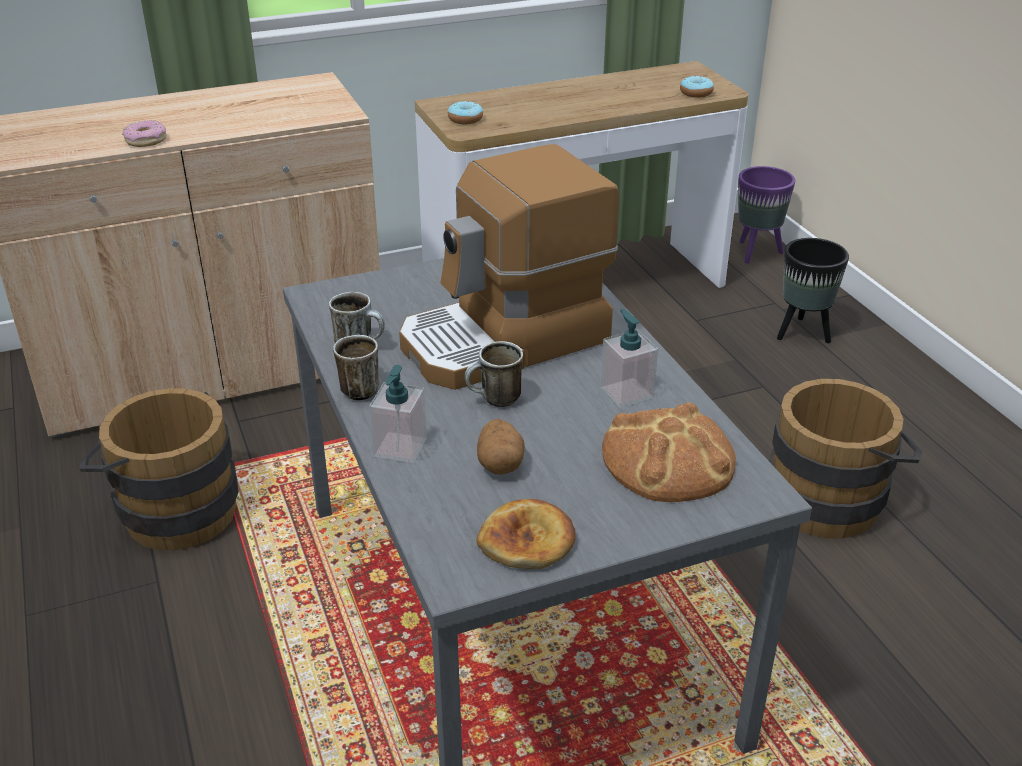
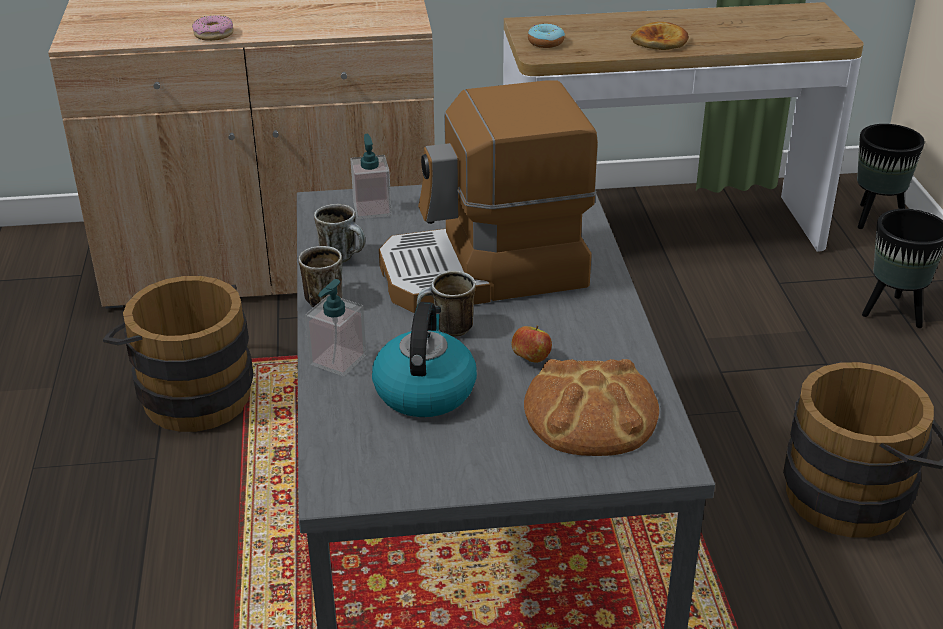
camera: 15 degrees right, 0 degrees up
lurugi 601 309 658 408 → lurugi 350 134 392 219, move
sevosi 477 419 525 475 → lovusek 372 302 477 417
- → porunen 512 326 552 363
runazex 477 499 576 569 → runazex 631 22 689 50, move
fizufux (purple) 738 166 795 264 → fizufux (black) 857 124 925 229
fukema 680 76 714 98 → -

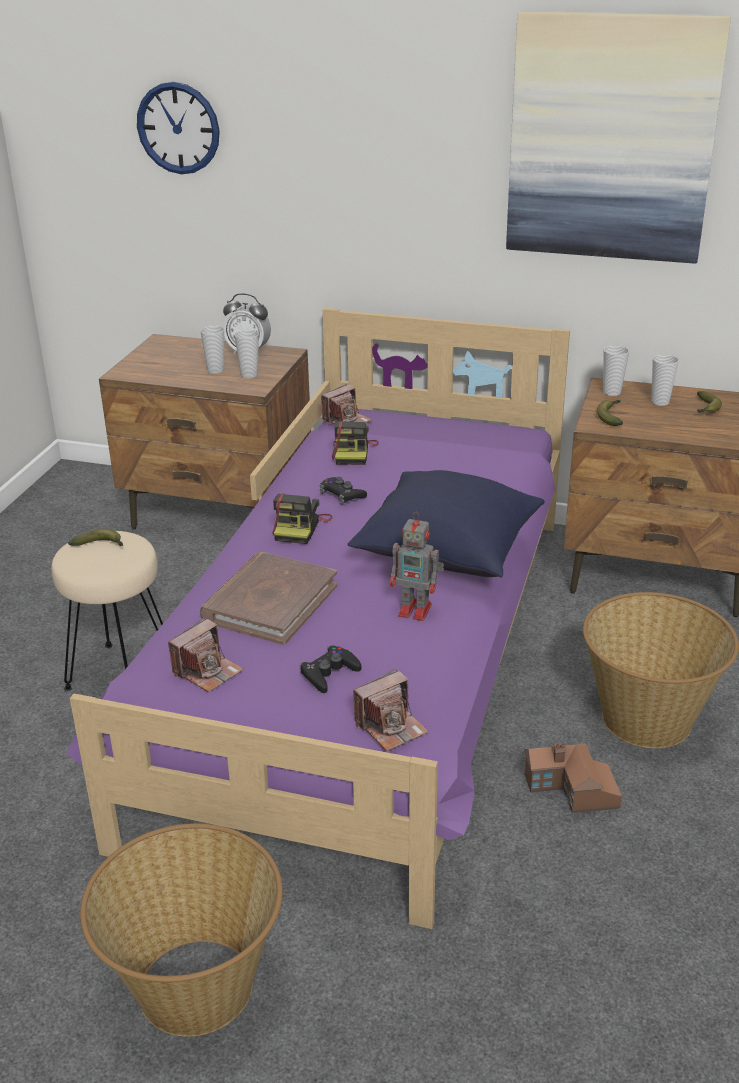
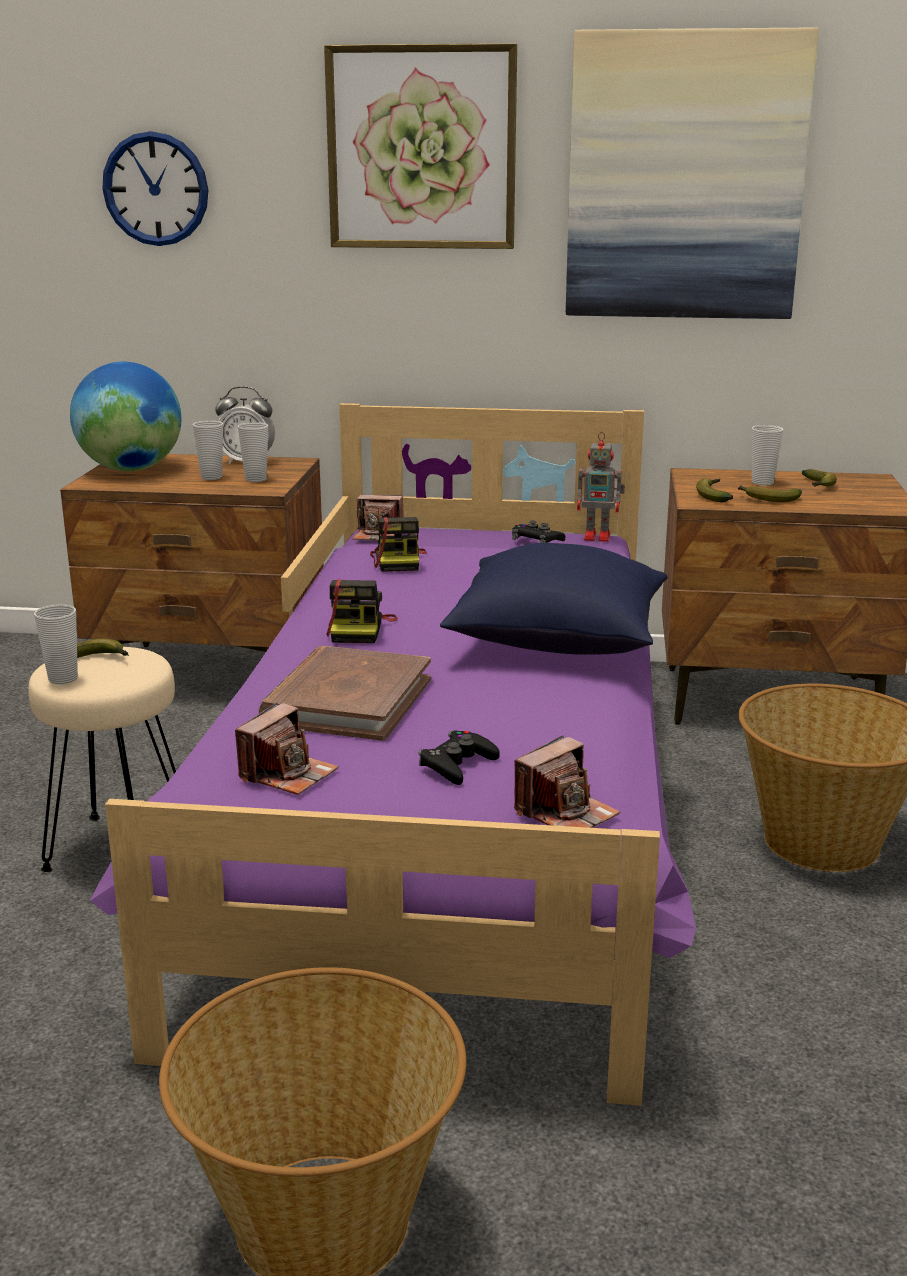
camera: 10 degrees left, 10 degrees down
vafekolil 603 345 629 396 → vafekolil 34 604 78 684, move
- → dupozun 70 362 181 471
- → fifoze 324 43 517 249
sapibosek 321 384 372 425 → sapibosek 353 495 404 541, 60 degrees clockwise
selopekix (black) 319 477 367 505 → selopekix (black) 512 520 565 543, move
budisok 390 512 444 621 → budisok 577 432 625 542, move
- → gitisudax 738 485 802 502
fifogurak 524 743 622 813 → -

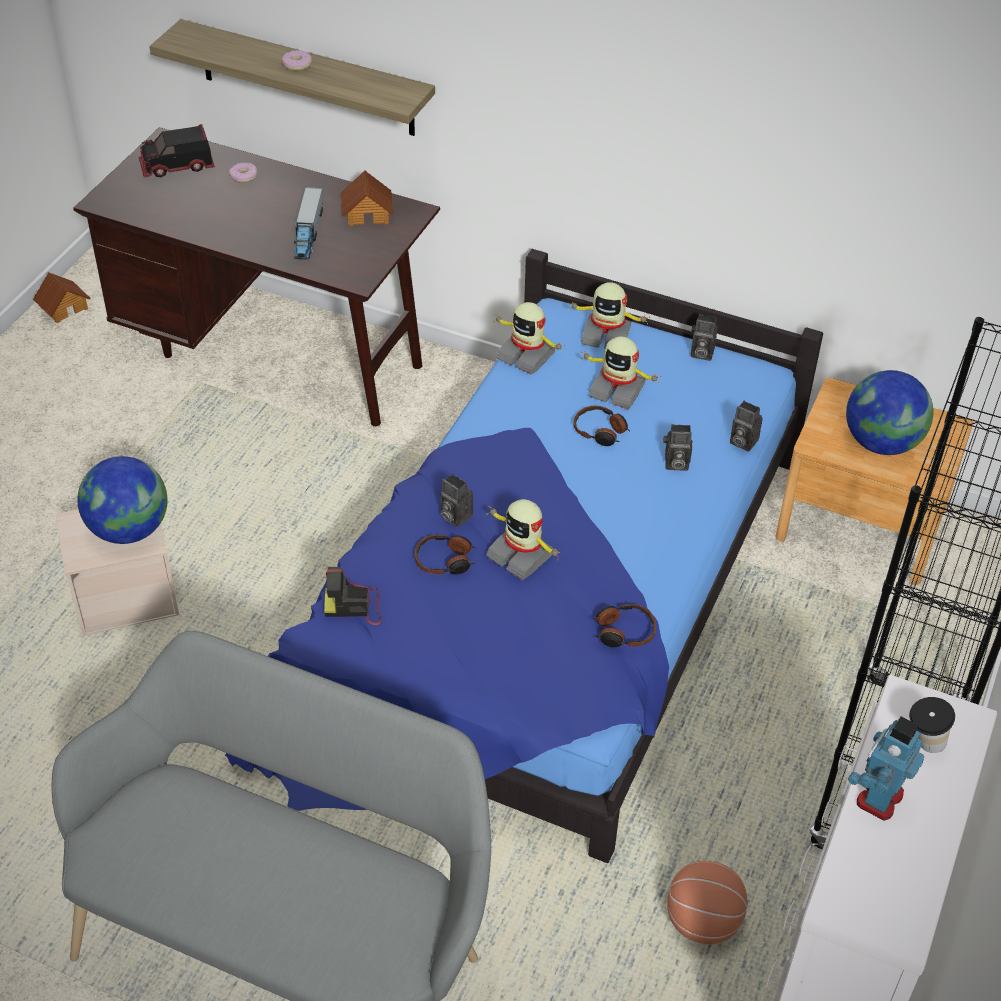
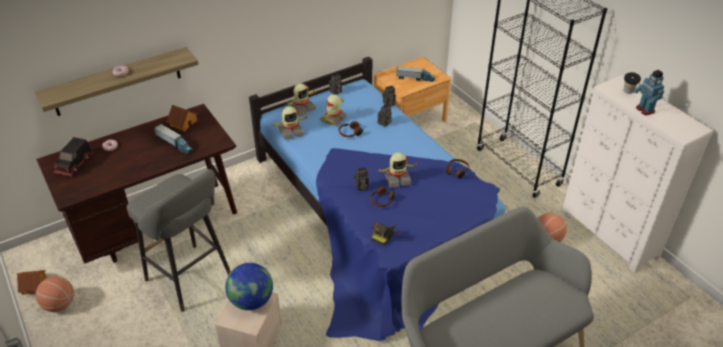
camera: 55 degrees left, 5 degrees down
- → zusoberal 35 276 74 312
- → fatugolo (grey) 127 169 231 312
budisok 580 336 661 409 → budisok 320 94 346 126, 150 degrees clockwise
dupozun 846 370 933 455 → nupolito 396 66 435 82

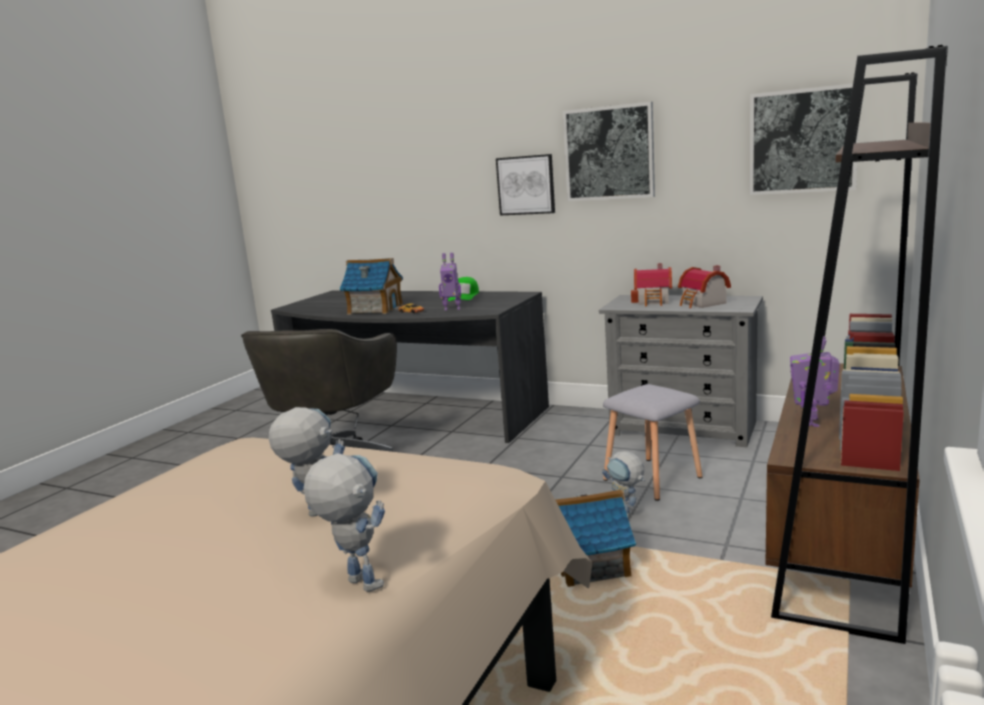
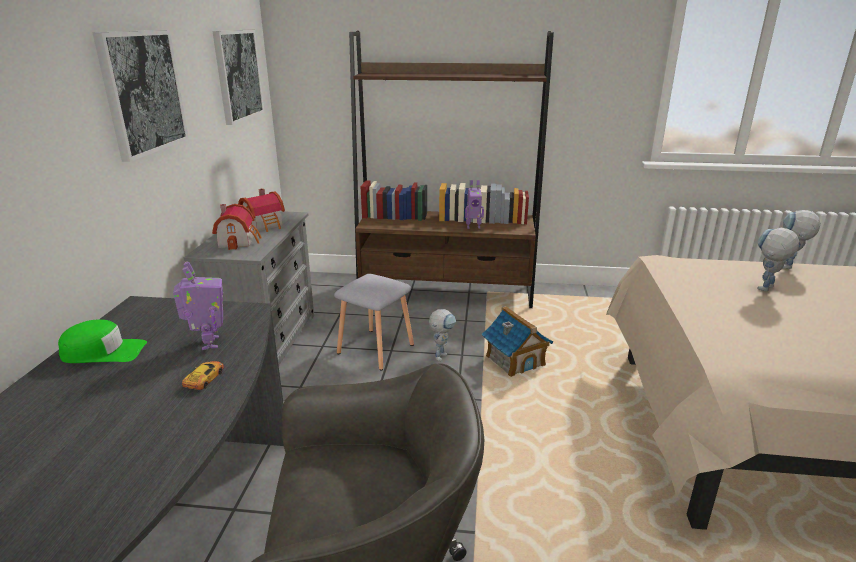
camera: 110 degrees left, 10 degrees up
budisok 269 407 345 517 → budisok 757 228 799 291, 45 degrees clockwise
fifogurak 340 258 403 314 → -
fifoze 496 154 555 215 → -

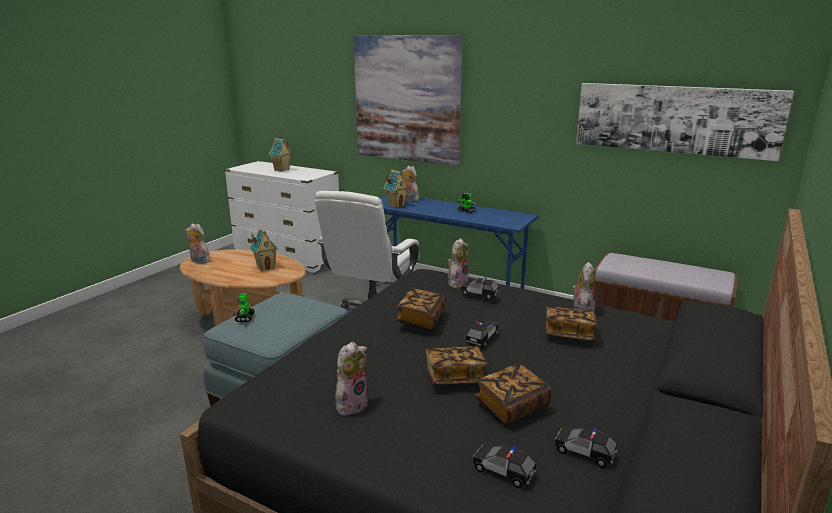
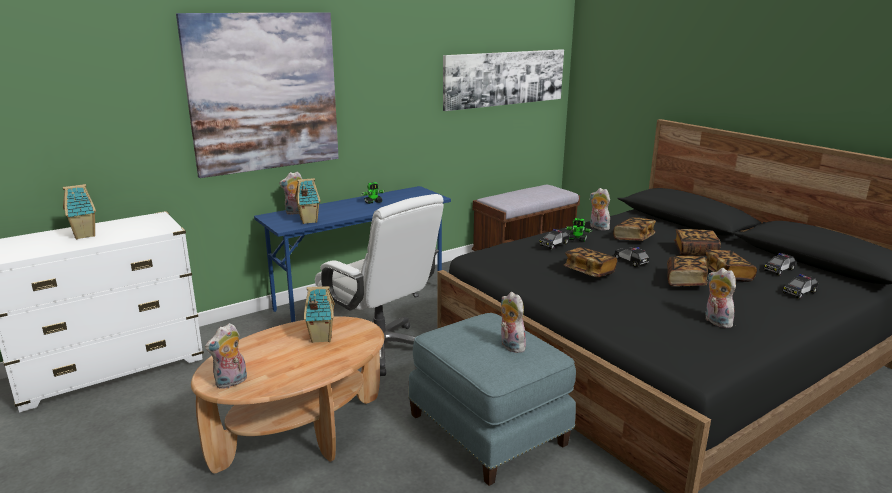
camera: 65 degrees left, 0 degrees up
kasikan 448 238 469 288 → kasikan 501 292 526 353, move
budisok 235 293 255 323 → budisok 565 218 592 242, move
- → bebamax 674 229 721 256

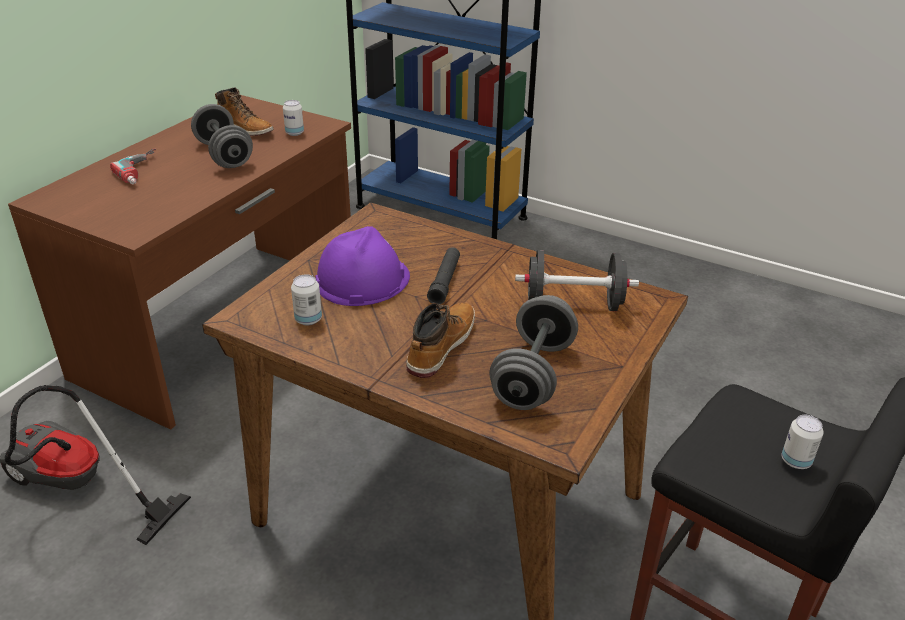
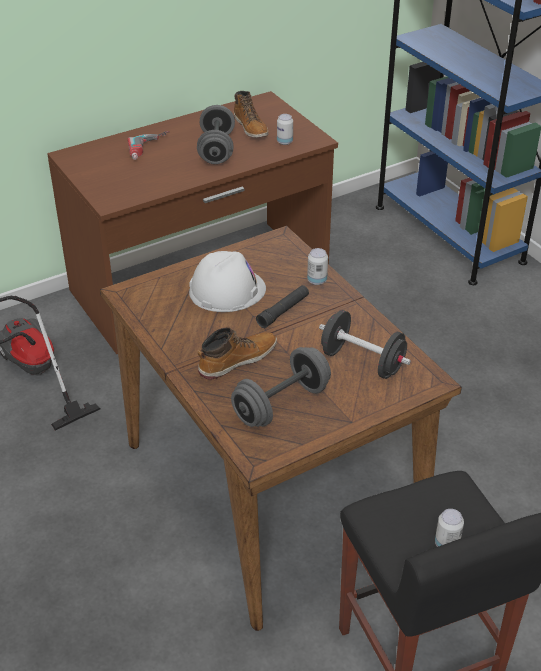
camera: 30 degrees right, 5 degrees up
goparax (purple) 315 226 410 306 → goparax (white) 189 251 266 312
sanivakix 291 274 322 326 → sanivakix 307 248 328 285, move

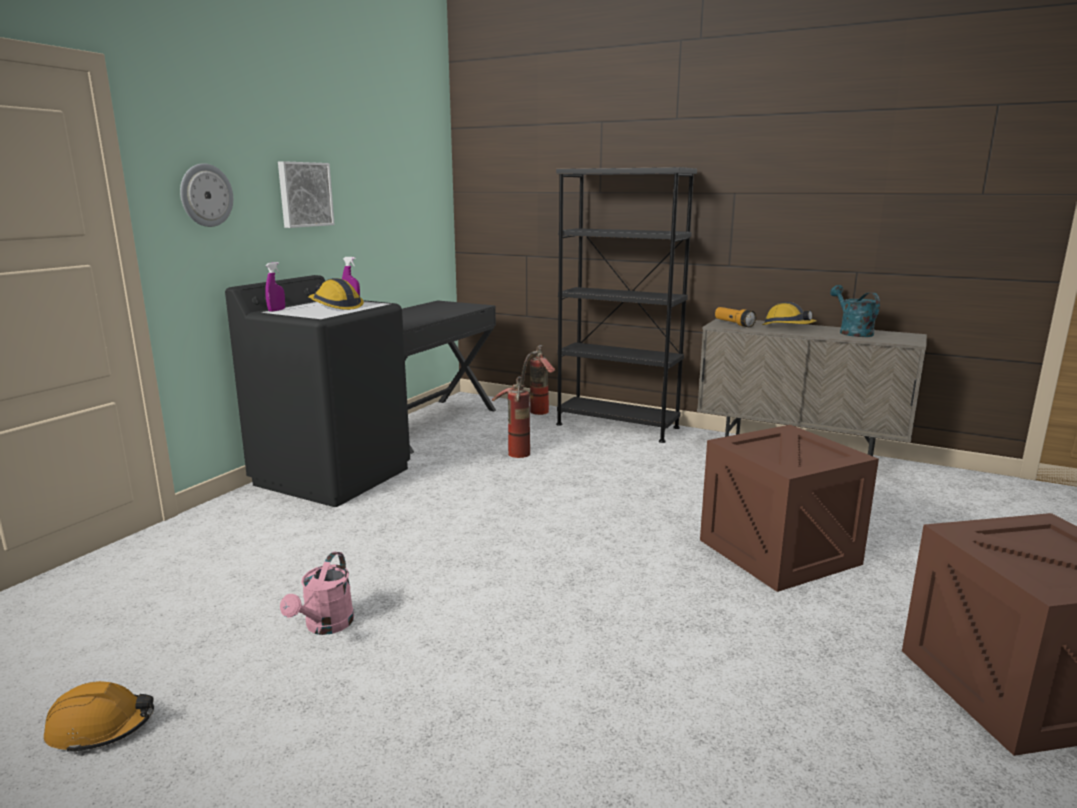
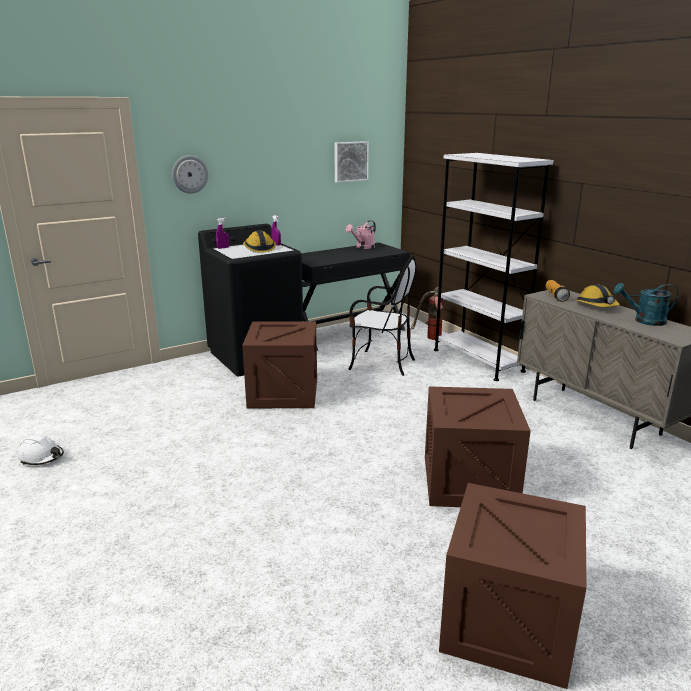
camera: 30 degrees right, 5 degrees up
goparax (orange) 44 681 154 754 → goparax (white) 17 435 64 465
- → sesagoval 242 322 317 408
fifoze 278 161 335 228 → fifoze 334 141 369 183, move
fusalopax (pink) 280 552 354 635 → fusalopax (pink) 346 220 376 249, move
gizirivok 492 376 530 458 → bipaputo 348 256 417 376
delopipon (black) 556 167 697 443 → delopipon (white) 434 153 553 381
fusalopax (turquoise) 830 285 880 337 → fusalopax (turquoise) 613 283 679 326, 105 degrees counterclockwise

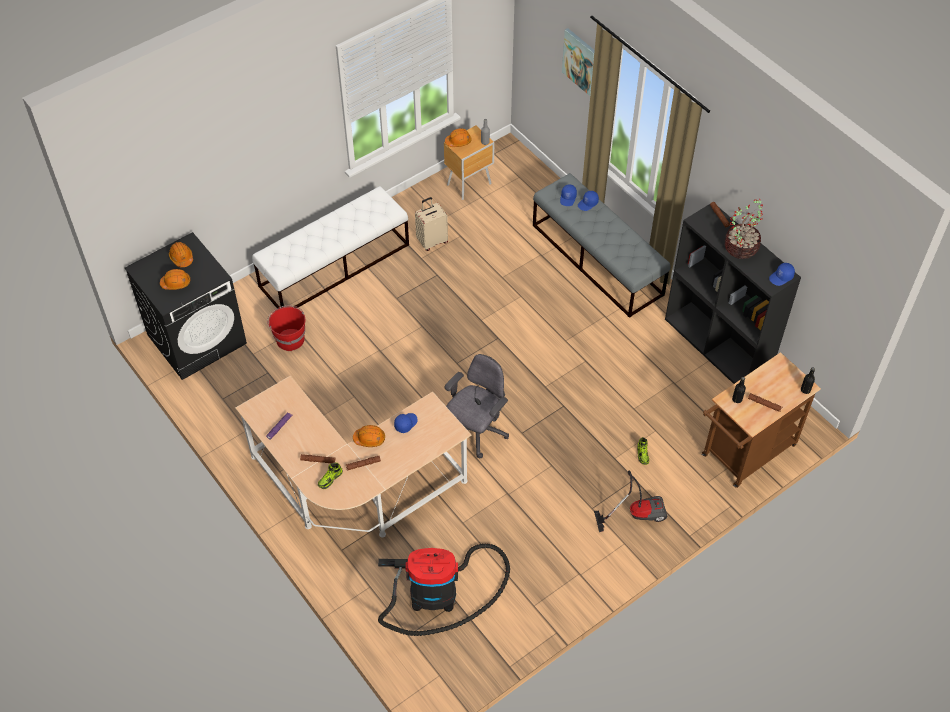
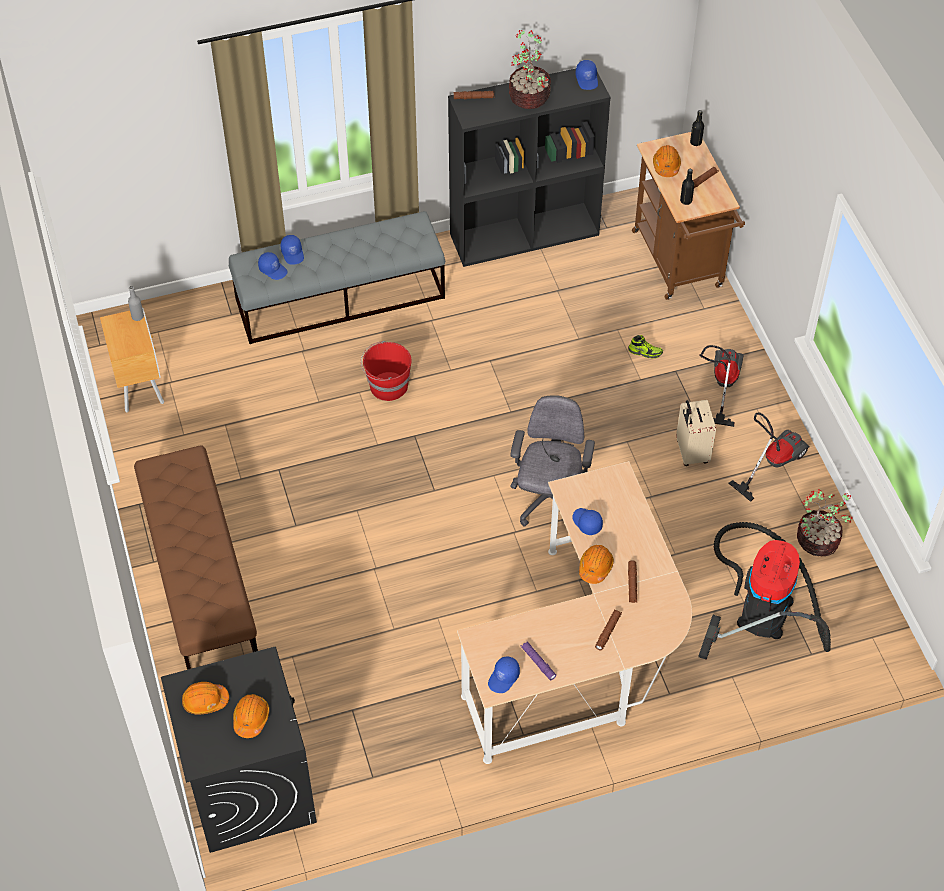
camera: 70 degrees left, 0 degrees up
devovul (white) 252 186 409 309 → devovul (brown) 134 445 258 670
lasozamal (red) 267 305 305 351 → lasozamal (red) 361 341 412 401, move
- → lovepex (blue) 488 656 520 693
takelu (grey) 445 354 509 458 → takelu (grey) 510 395 595 527, 45 degrees clockwise
goparax (orange) 445 128 472 147 → goparax (orange) 653 145 681 177, move
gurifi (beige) 415 197 448 251 → gurifi (beige) 676 400 716 466, move
- → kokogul 728 412 809 502
- → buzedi 797 489 853 557
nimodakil 318 463 343 489 → -
fifoze 562 28 595 96 → -

